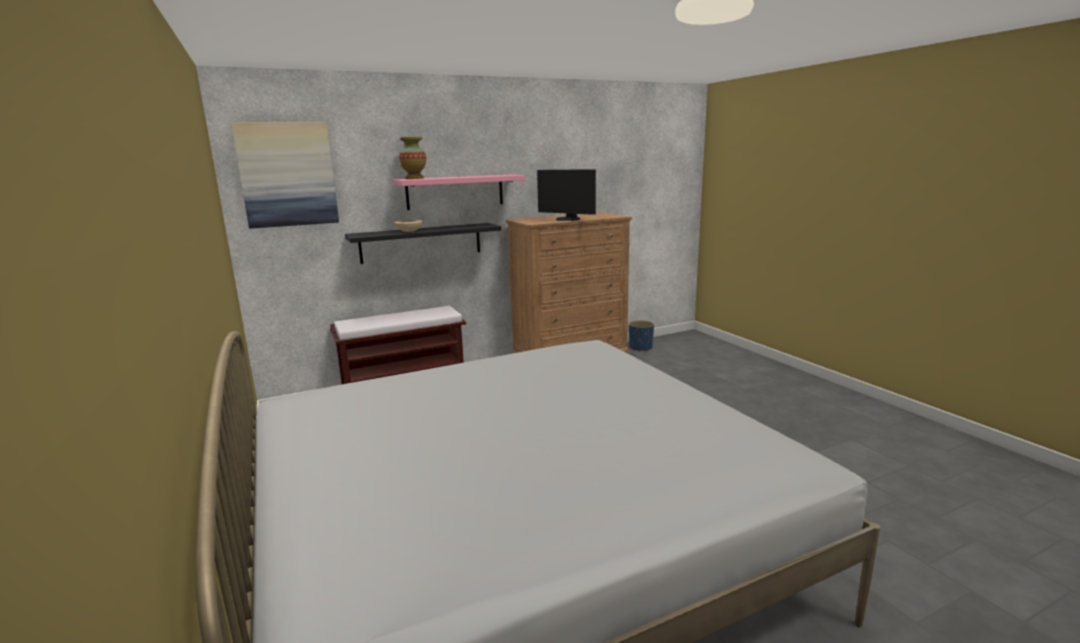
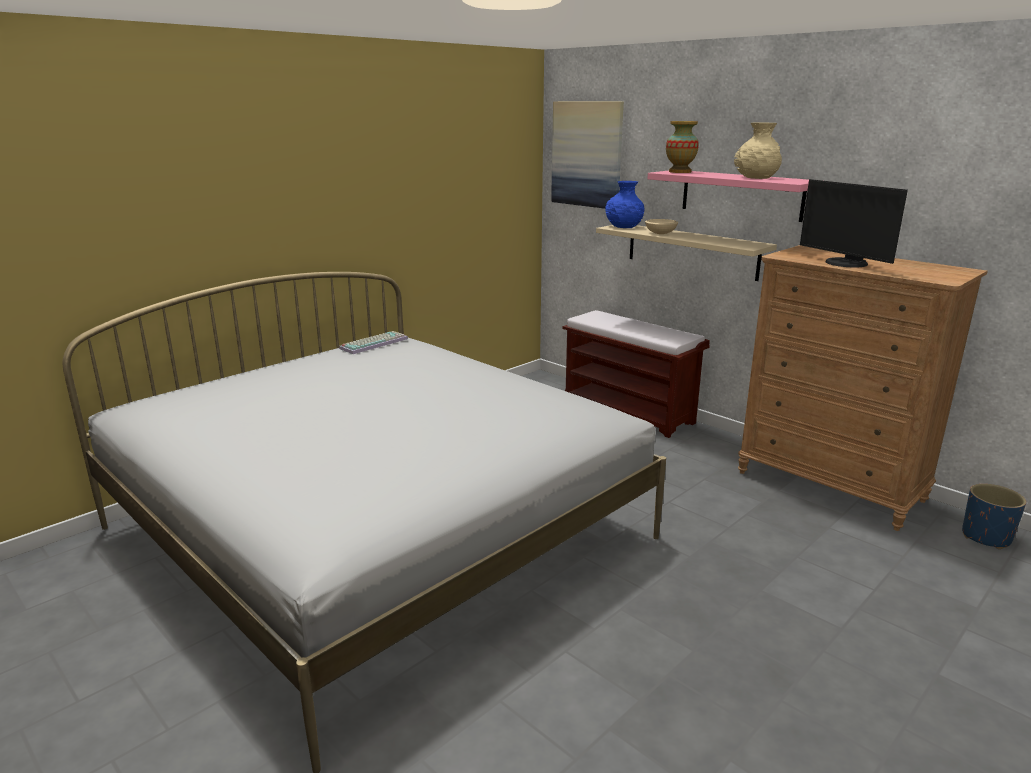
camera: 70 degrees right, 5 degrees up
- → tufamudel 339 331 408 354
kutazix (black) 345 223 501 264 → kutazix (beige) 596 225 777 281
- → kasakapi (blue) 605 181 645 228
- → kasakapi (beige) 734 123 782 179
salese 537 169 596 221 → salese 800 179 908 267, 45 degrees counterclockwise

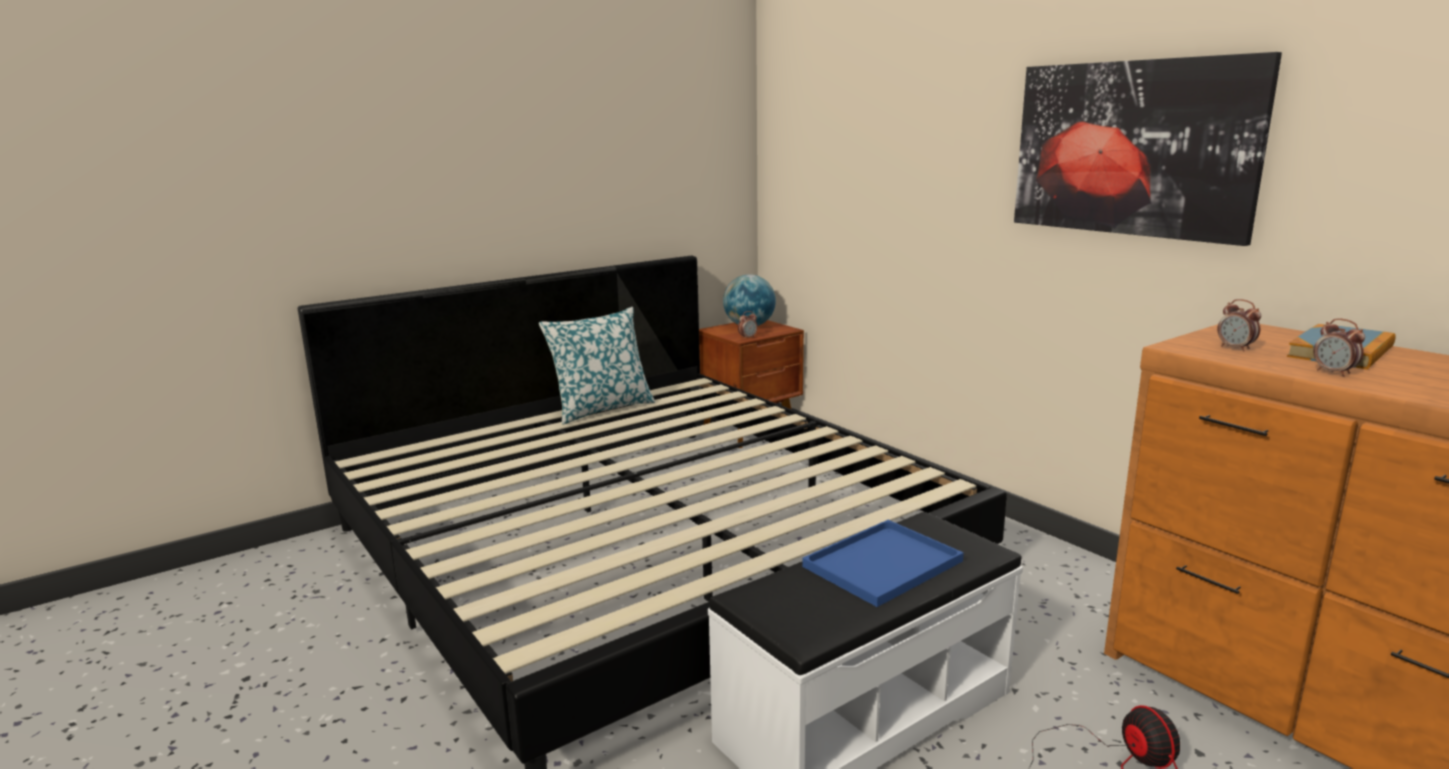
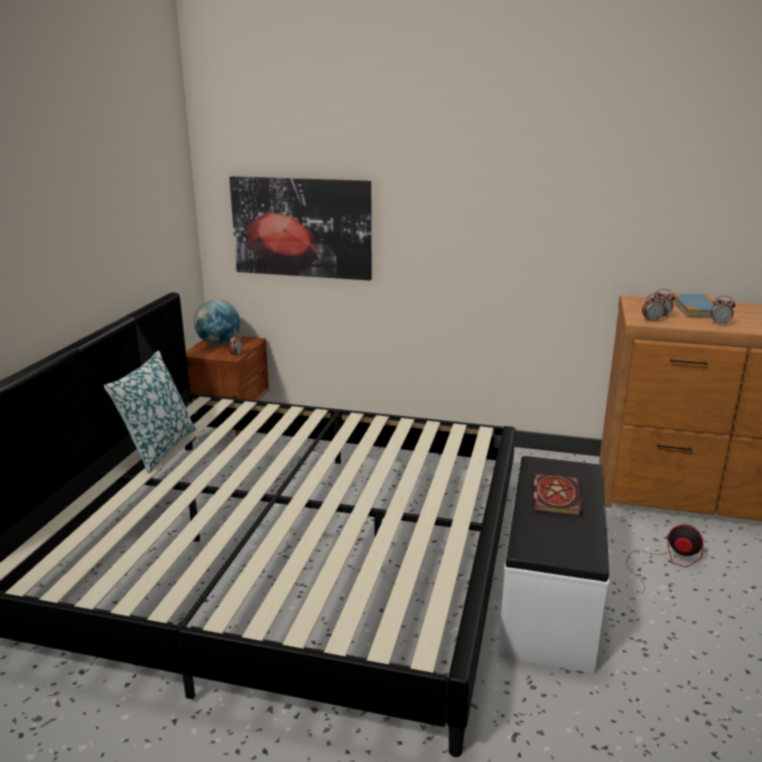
camera: 40 degrees left, 5 degrees up
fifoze 1014 52 1282 246 → fifoze 229 176 372 280, move
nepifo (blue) 802 520 964 607 → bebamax 533 474 583 516
- → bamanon 642 293 665 322

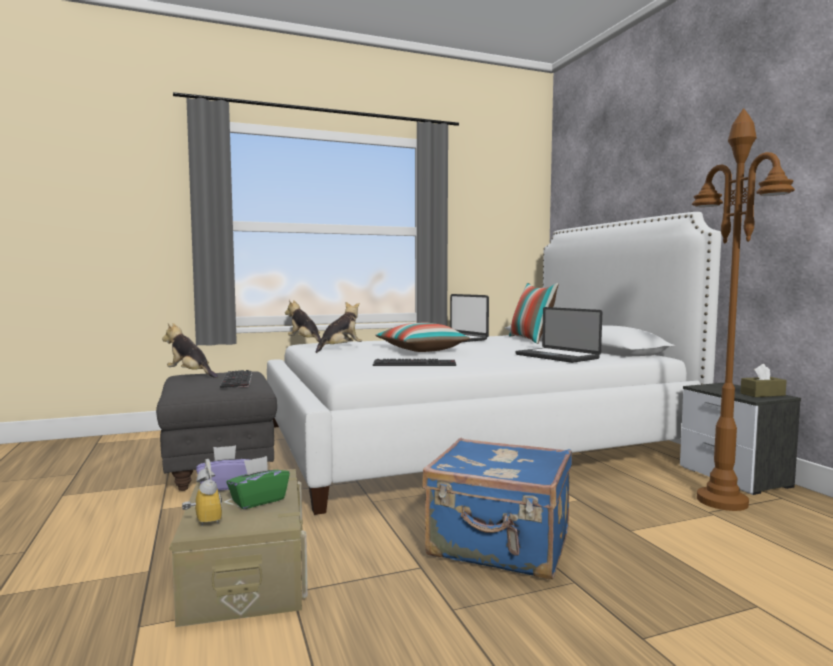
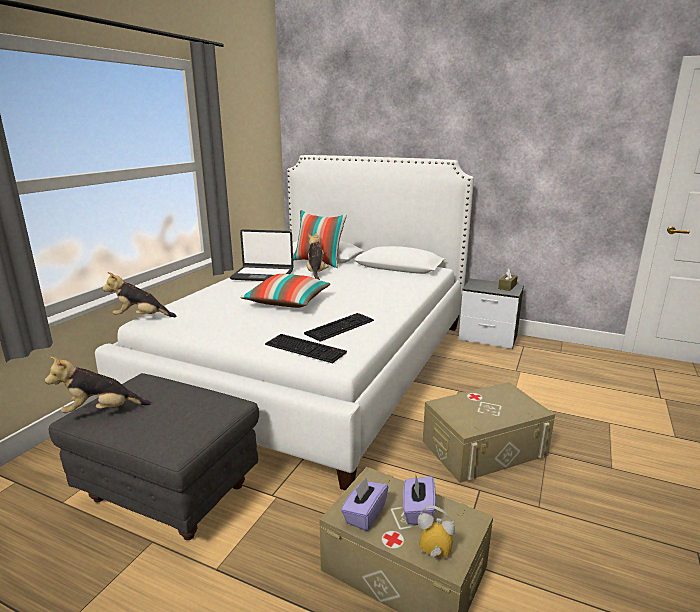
camera: 45 degrees left, 15 degrees up
tufamudel 220 370 252 388 → tufamudel 265 334 347 363, move
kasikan 316 302 362 353 → kasikan 306 233 329 280, move
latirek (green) 227 456 290 509 → latirek (purple) 403 476 436 525
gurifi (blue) 422 438 572 579 → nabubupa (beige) 423 382 555 483
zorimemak 516 307 602 363 → -
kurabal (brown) 692 108 795 511 → -

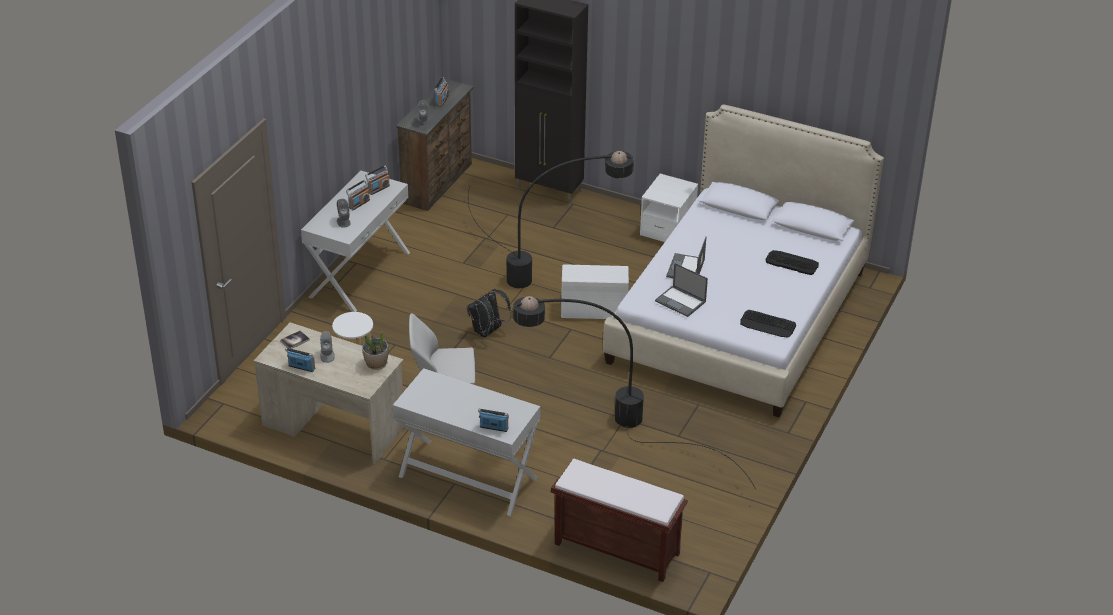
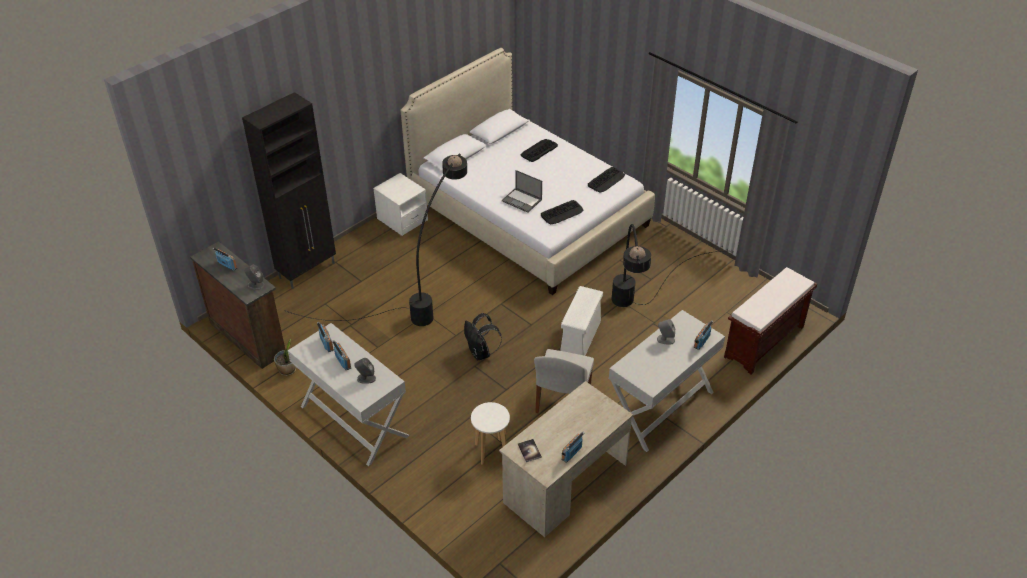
camera: 70 degrees left, 5 degrees up
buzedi 362 331 388 370 → buzedi 274 339 296 376, move
zorimemak 655 263 708 317 → tufamudel 541 200 584 225
nabubupa (white) 561 264 629 319 → nabubupa (white) 560 286 603 356, move
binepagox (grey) 320 331 335 363 → binepagox (grey) 657 319 675 345, move

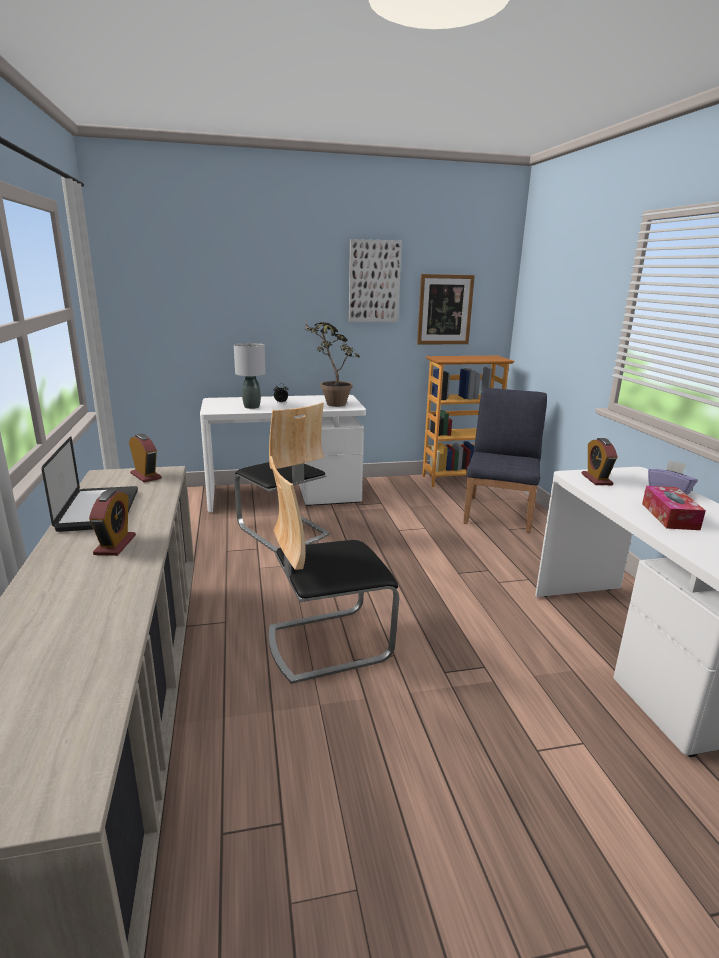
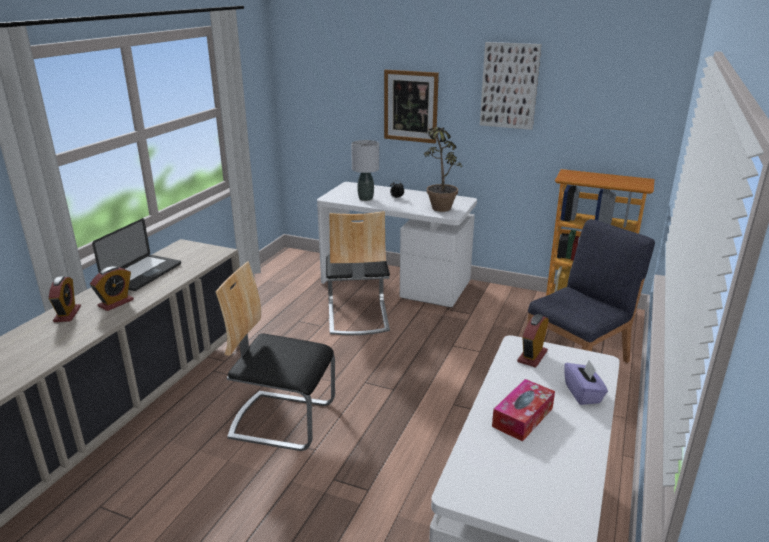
camera: 35 degrees right, 5 degrees up
bamanon 129 434 162 482 → bamanon 49 276 81 322, move
fifoze 417 274 475 344 → fifoze 384 70 439 144, move

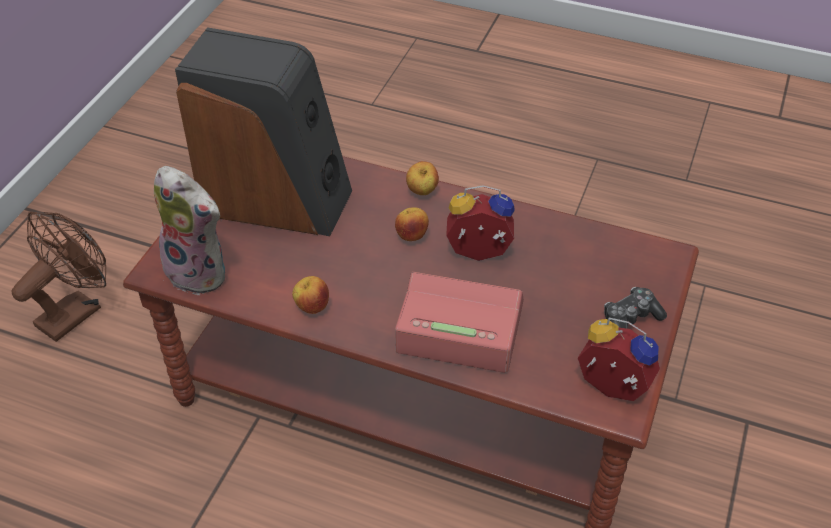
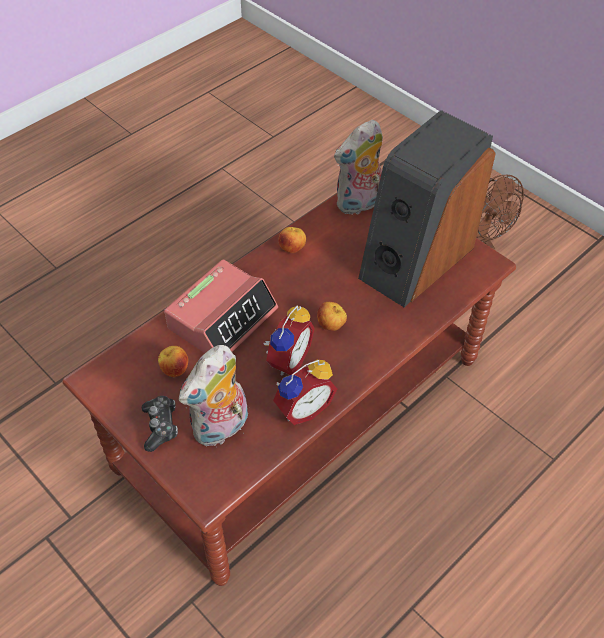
camera: 115 degrees right, 5 degrees up
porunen 406 161 439 195 → porunen 158 346 188 377, move
- → kasikan 179 345 248 446
bamanon 578 318 660 401 → bamanon 273 360 337 425, move

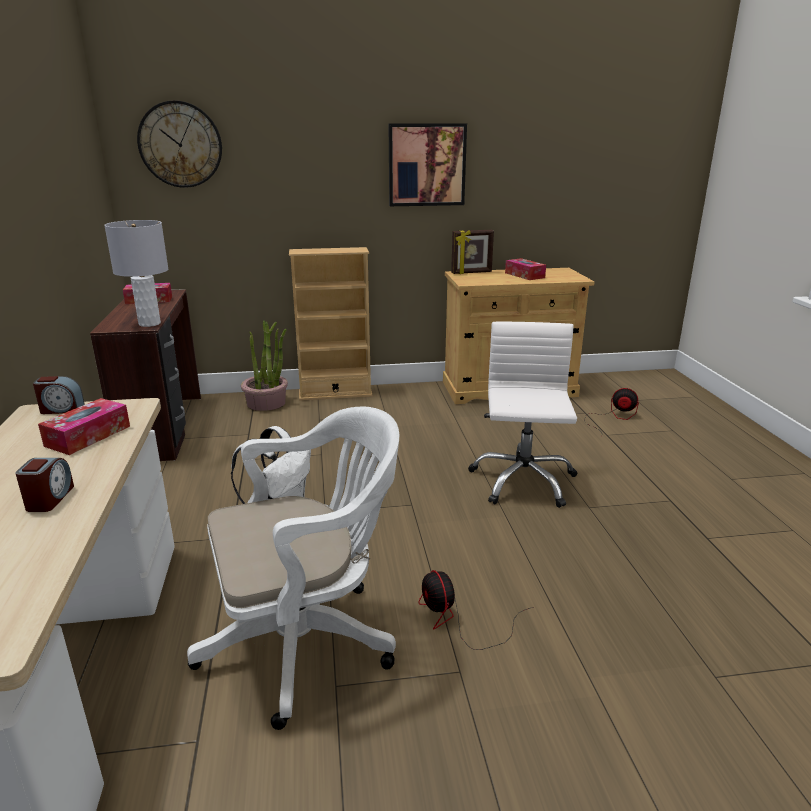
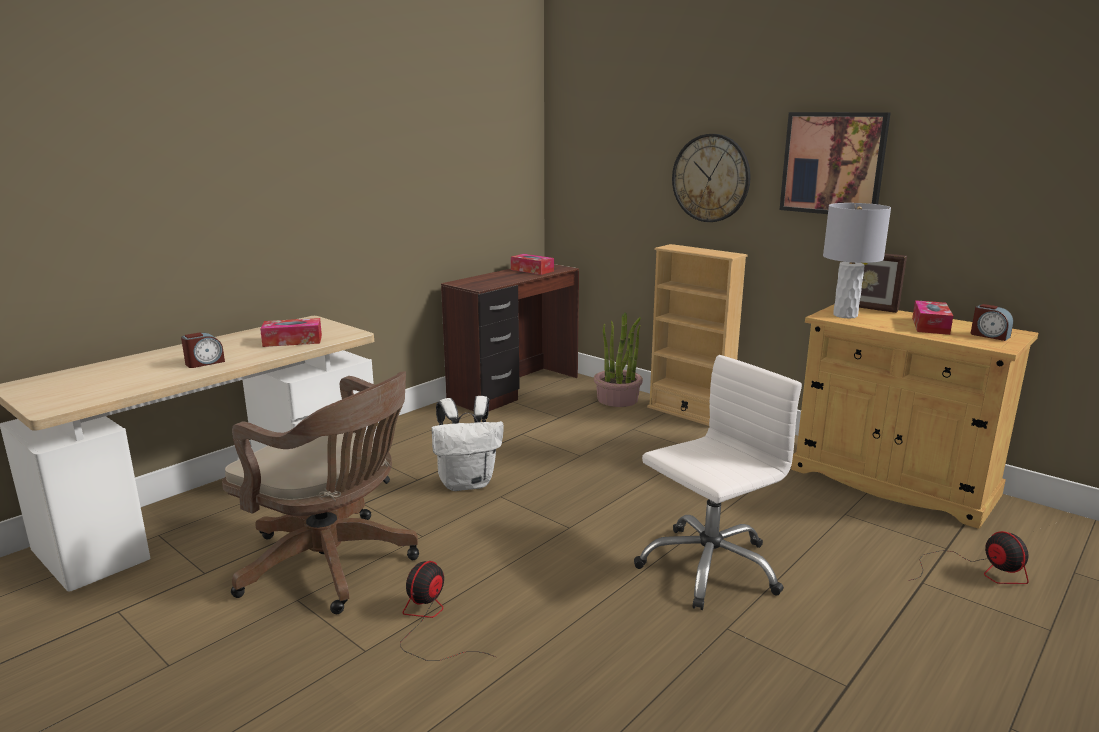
camera: 50 degrees right, 5 degrees down
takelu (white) 187 406 399 730 → takelu (brown) 222 371 419 614
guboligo 137 100 222 188 → guboligo 672 134 750 222, move
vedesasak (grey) 104 220 168 327 → vedesasak (grey) 823 203 891 318, move
bamanon 33 376 85 414 → bamanon 971 304 1013 341, move

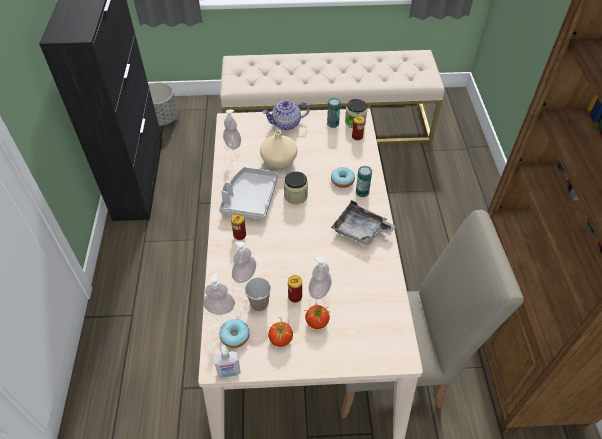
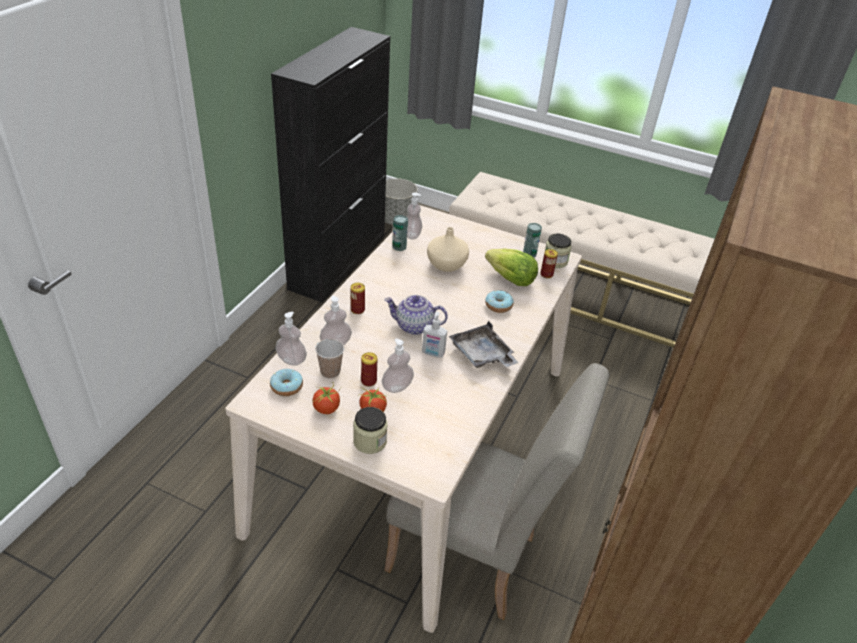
camera: 25 degrees right, 10 degrees down
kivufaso 284 171 308 205 → kivufaso 353 407 388 454, move
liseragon 262 100 310 130 → liseragon 384 295 448 335, move
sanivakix 356 166 372 198 → sanivakix 392 215 408 251, move
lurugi 214 345 241 378 → lurugi 422 312 447 358, move
- → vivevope 485 249 538 286
nepifo (grey) 219 167 278 220 → -

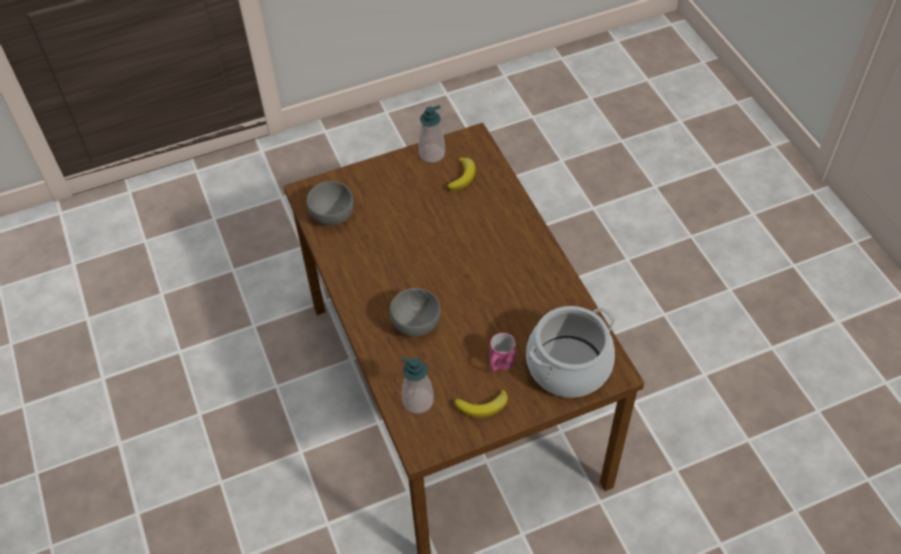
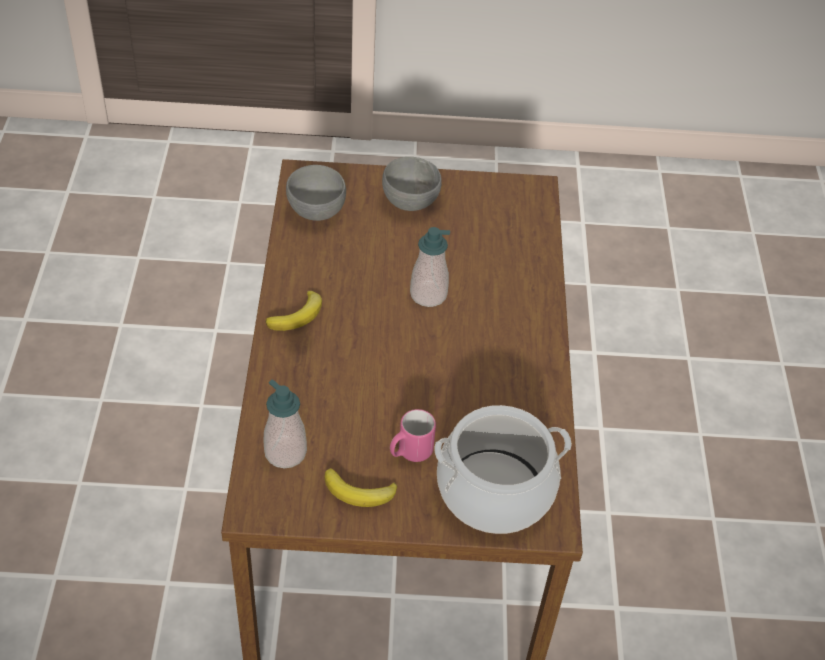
camera: 20 degrees right, 5 degrees down
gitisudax 447 158 476 191 → gitisudax 266 291 322 331, move
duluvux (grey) 389 288 441 337 → duluvux (grey) 382 157 442 211, move
lurugi 418 105 445 163 → lurugi 410 227 450 307, move

